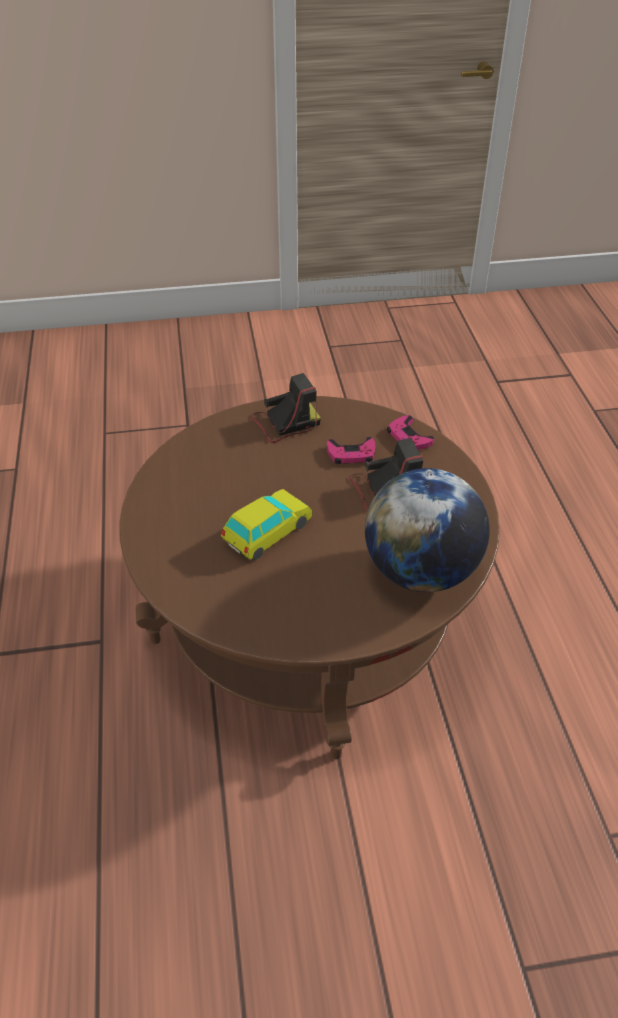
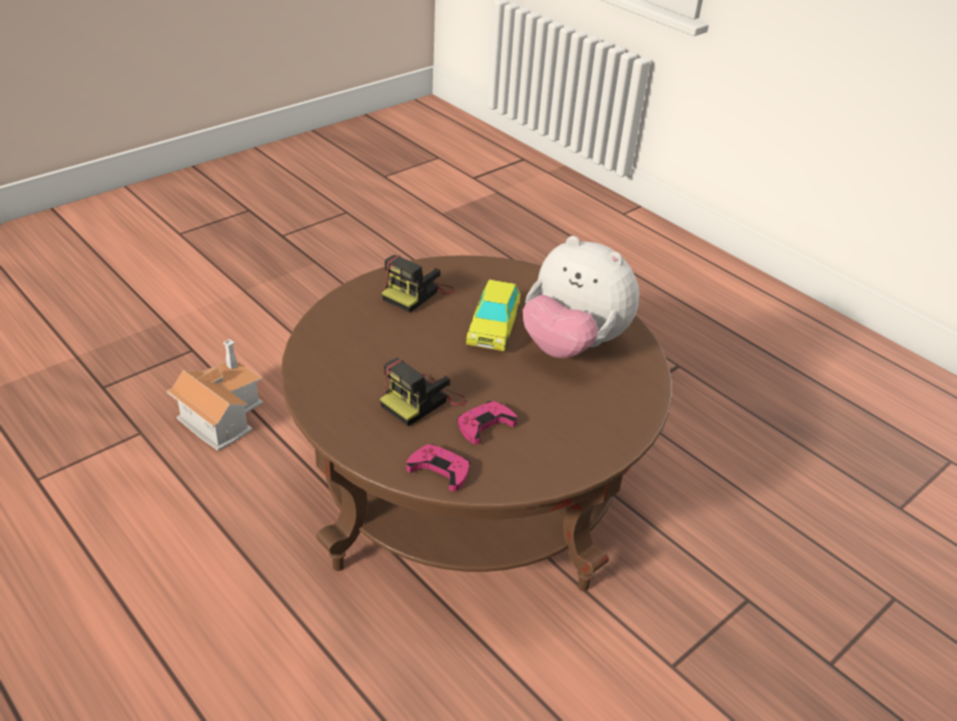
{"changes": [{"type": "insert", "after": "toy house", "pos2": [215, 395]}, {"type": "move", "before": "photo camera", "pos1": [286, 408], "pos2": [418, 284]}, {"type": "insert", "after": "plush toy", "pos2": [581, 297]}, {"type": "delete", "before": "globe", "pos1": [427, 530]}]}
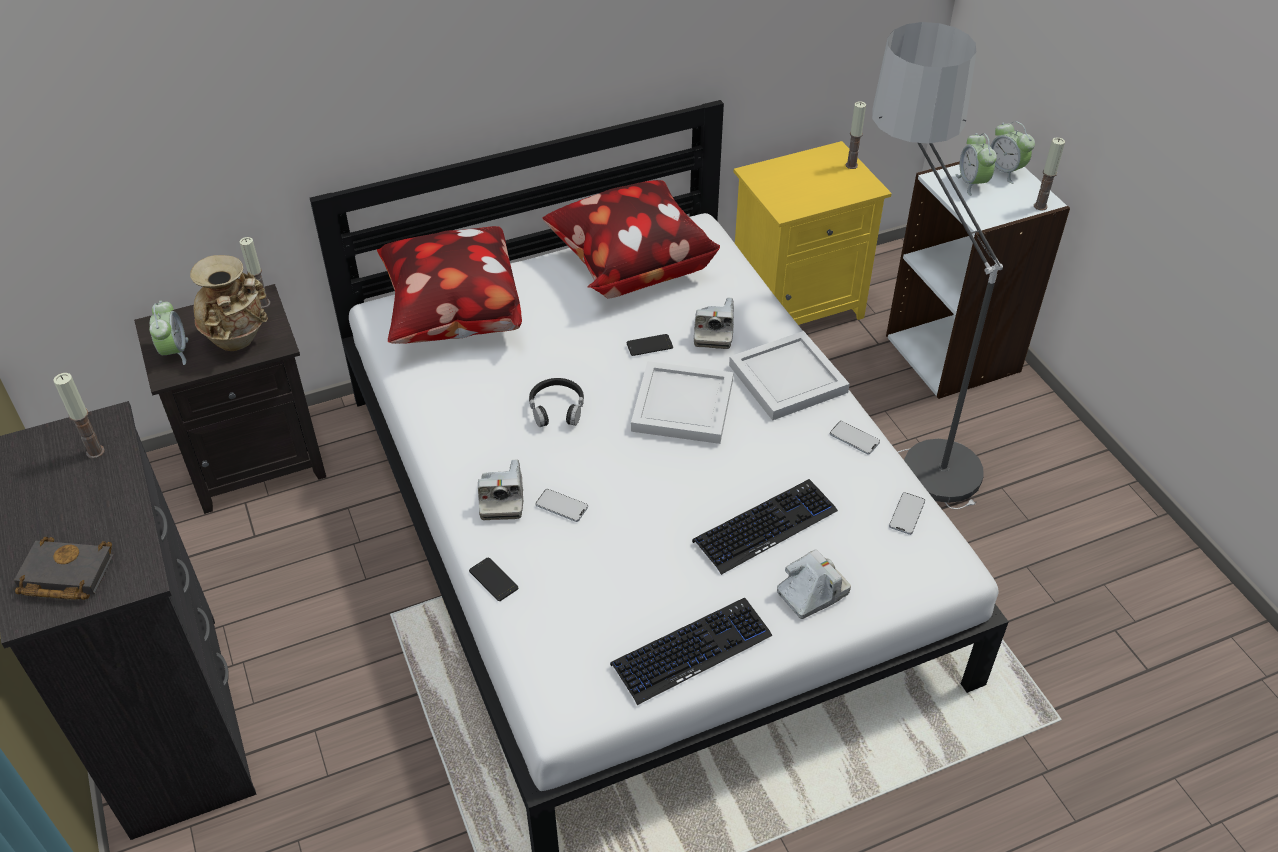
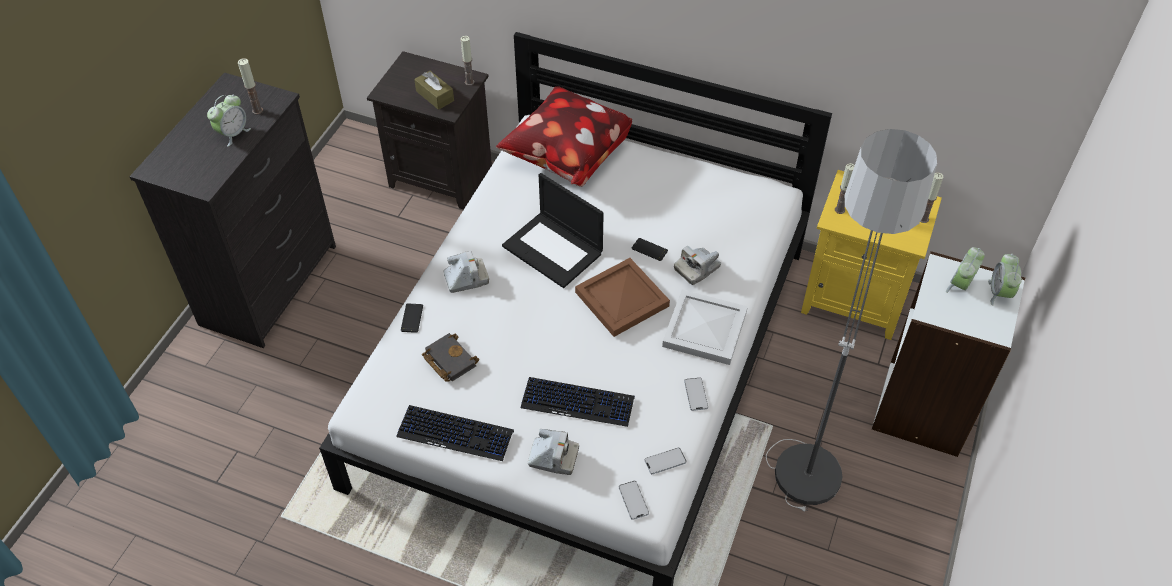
{"changes": [{"type": "move", "before": "alarm clock", "pos1": [168, 333], "pos2": [229, 121]}, {"type": "replace", "before": "beige vase", "after": "brown tissue box", "pos1": [229, 303], "pos2": [434, 90]}, {"type": "move", "before": "black book", "pos1": [64, 568], "pos2": [450, 357]}, {"type": "rotate", "before": "photo camera", "pos1": [500, 489], "pos2": [466, 272], "turn": -150}, {"type": "replace", "before": "black headphones", "after": "laptop", "pos1": [556, 402], "pos2": [553, 230]}, {"type": "recolor", "before": "white tray", "after": "brown tray", "pos1": [682, 402], "pos2": [622, 297]}, {"type": "move", "before": "phone", "pos1": [561, 505], "pos2": [634, 500]}, {"type": "move", "before": "candle", "pos1": [1049, 174], "pos2": [845, 188]}, {"type": "delete", "before": "pillow", "pos1": [631, 239]}]}
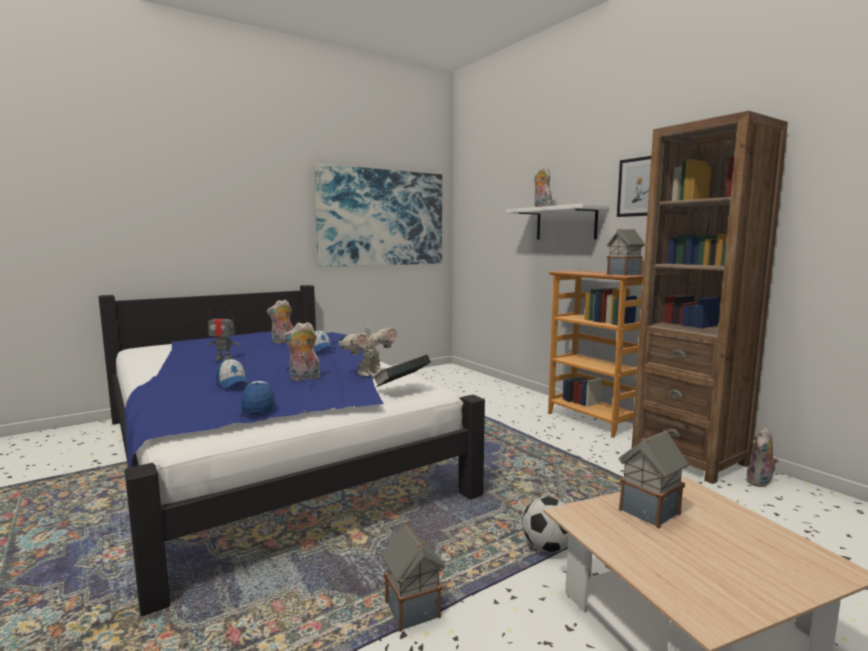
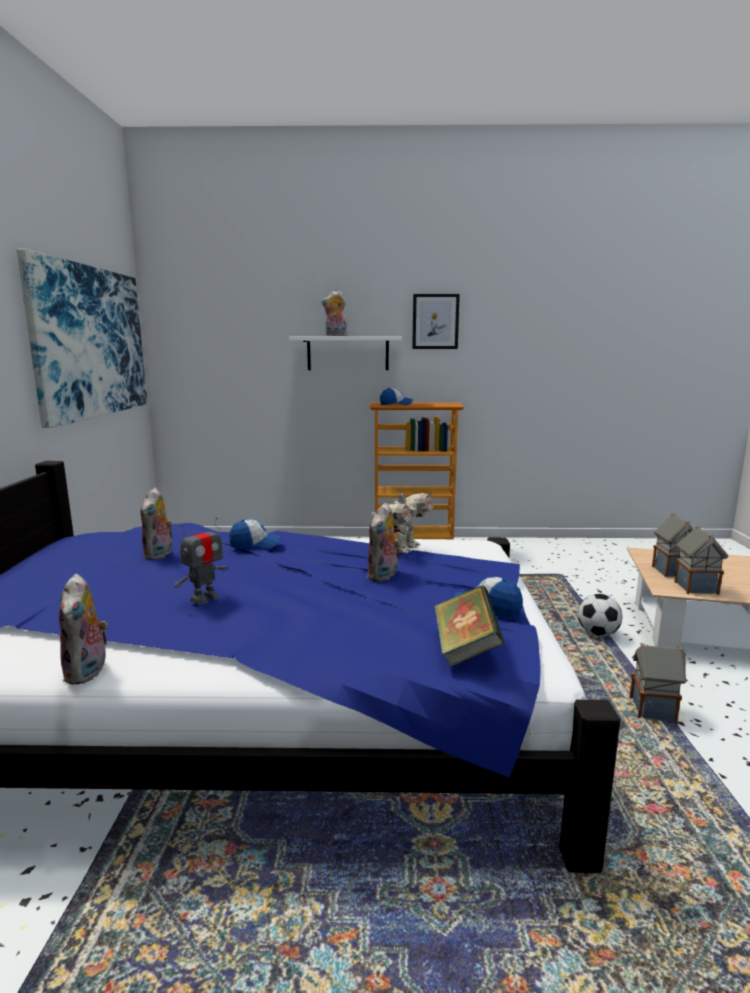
{"changes": [{"type": "move", "before": "plush toy", "pos1": [762, 457], "pos2": [84, 629]}, {"type": "rotate", "before": "toy robot", "pos1": [368, 350], "pos2": [403, 520], "turn": 45}, {"type": "move", "before": "cap", "pos1": [233, 373], "pos2": [396, 396]}, {"type": "move", "before": "book", "pos1": [401, 371], "pos2": [469, 626]}, {"type": "move", "before": "toy house", "pos1": [626, 252], "pos2": [701, 560]}, {"type": "delete", "before": "brown bookcase", "pos1": [710, 297]}]}
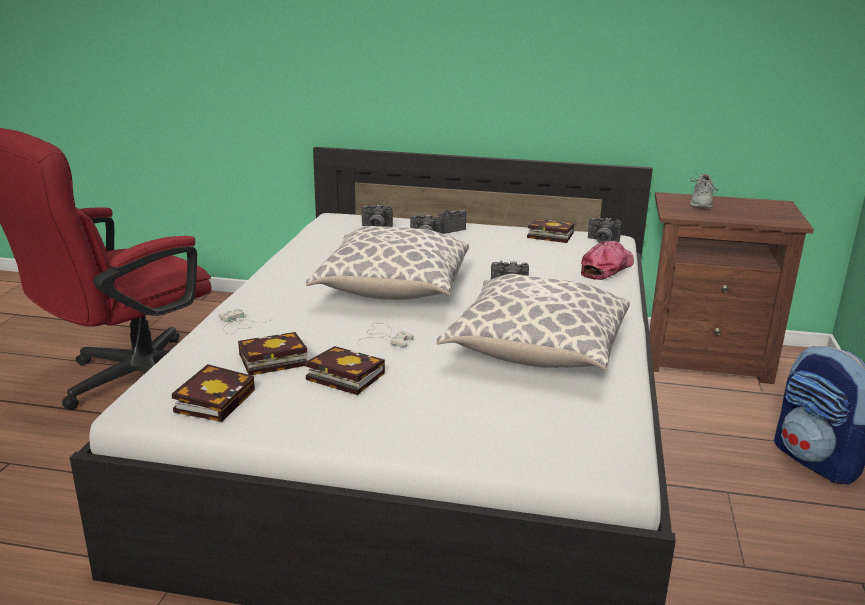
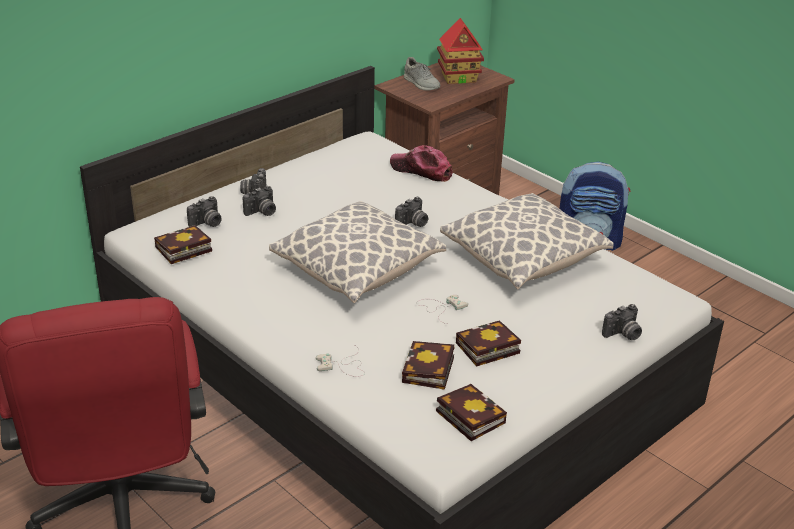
{"changes": [{"type": "move", "before": "book", "pos1": [550, 231], "pos2": [183, 244]}, {"type": "rotate", "before": "cap", "pos1": [607, 260], "pos2": [421, 163], "turn": -45}, {"type": "insert", "after": "toy house", "pos2": [460, 51]}, {"type": "move", "before": "photo camera", "pos1": [605, 230], "pos2": [622, 322]}]}
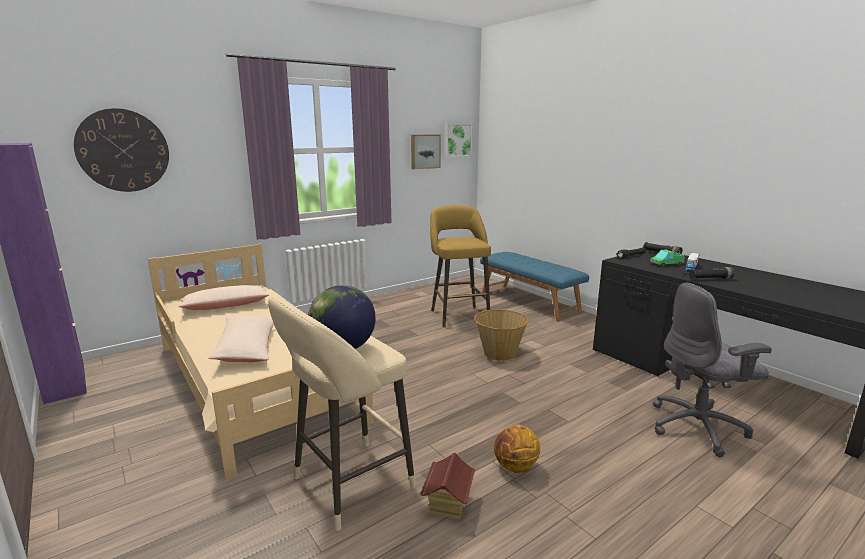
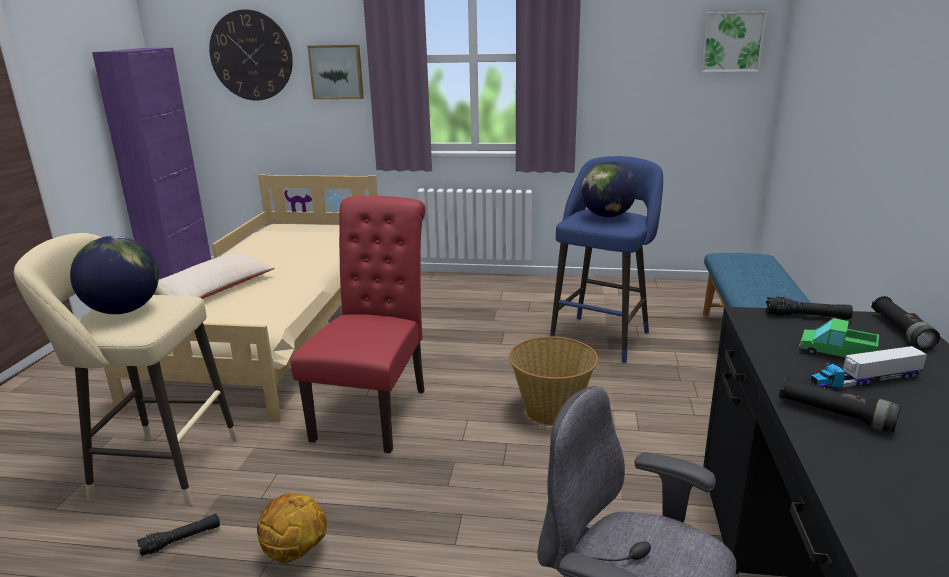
{"changes": [{"type": "replace", "before": "toy house", "after": "black flashlight", "pos1": [448, 486], "pos2": [178, 535]}, {"type": "insert", "after": "red chair", "pos2": [358, 324]}, {"type": "move", "before": "picture", "pos1": [426, 151], "pos2": [335, 72]}, {"type": "recolor", "before": "yellow stool", "after": "blue stool", "pos1": [460, 266], "pos2": [606, 259]}, {"type": "insert", "after": "globe", "pos2": [609, 189]}, {"type": "delete", "before": "beige pillow", "pos1": [223, 297]}]}
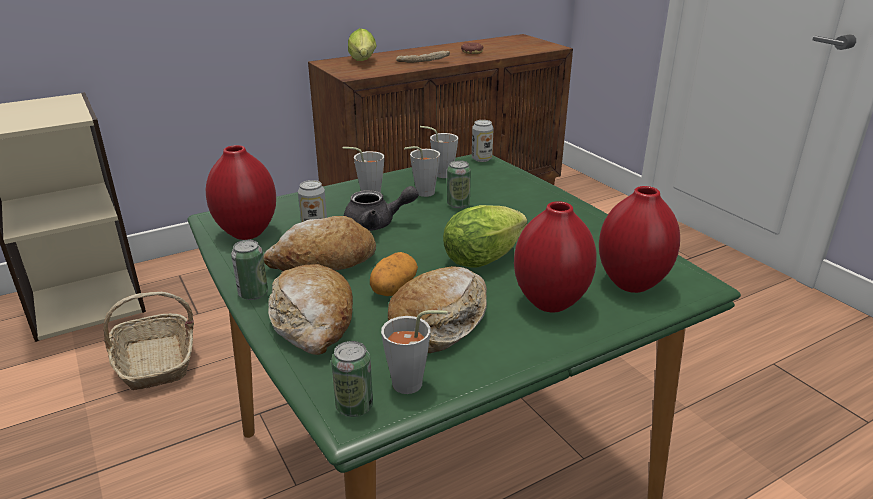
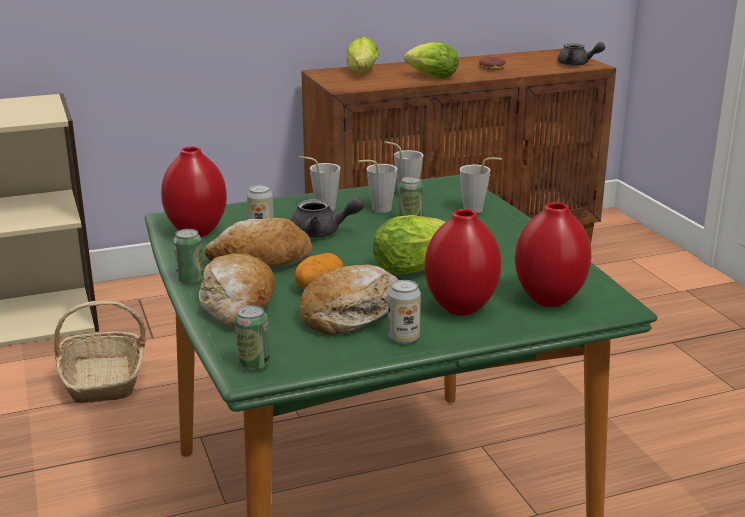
{"changes": [{"type": "move", "before": "can", "pos1": [483, 141], "pos2": [404, 312]}, {"type": "replace", "before": "bread", "after": "lettuce", "pos1": [423, 57], "pos2": [431, 60]}, {"type": "move", "before": "grey cup", "pos1": [414, 352], "pos2": [481, 185]}, {"type": "insert", "after": "grey teapot", "pos2": [581, 54]}]}
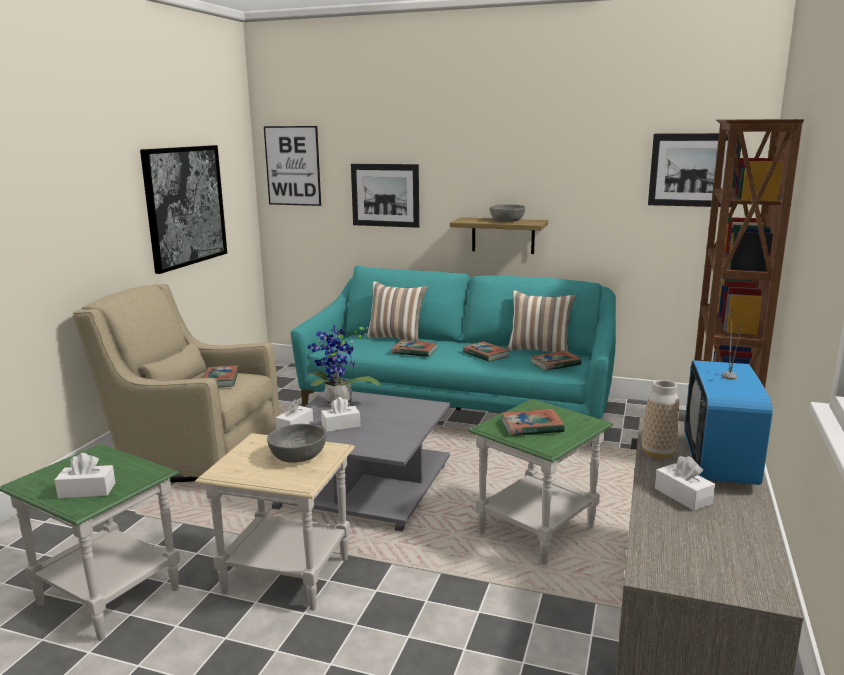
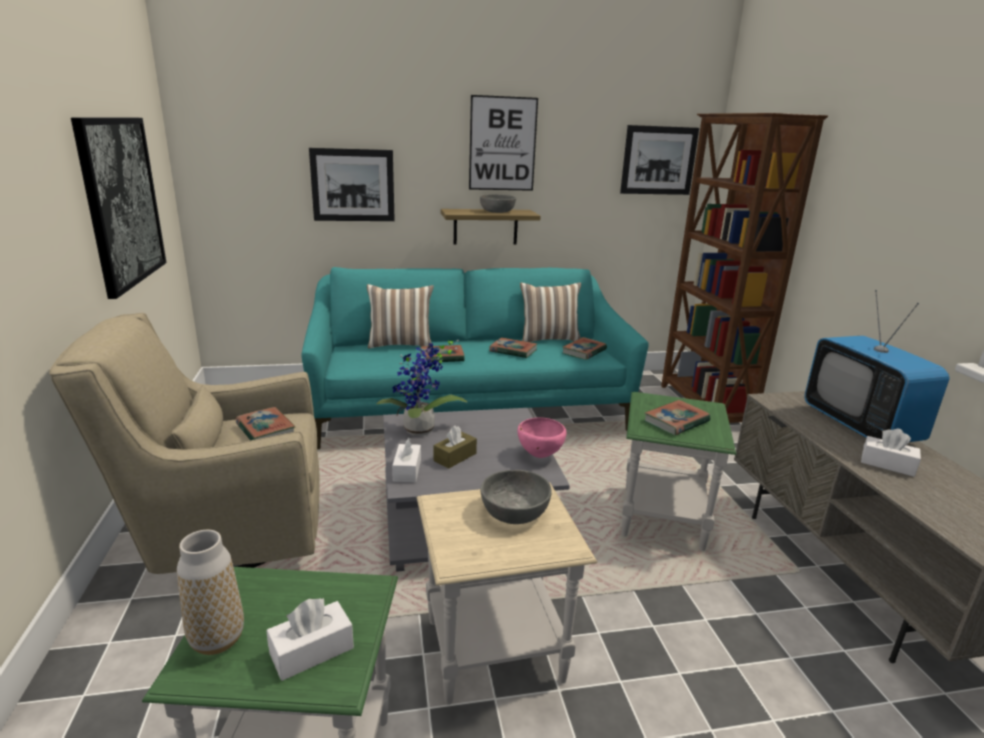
{"changes": [{"type": "move", "before": "vase", "pos1": [660, 419], "pos2": [210, 592]}, {"type": "recolor", "before": "white tissue box", "after": "brown tissue box", "pos1": [340, 414], "pos2": [455, 447]}, {"type": "move", "before": "picture", "pos1": [292, 166], "pos2": [503, 143]}, {"type": "insert", "after": "pink bowl", "pos2": [542, 438]}]}
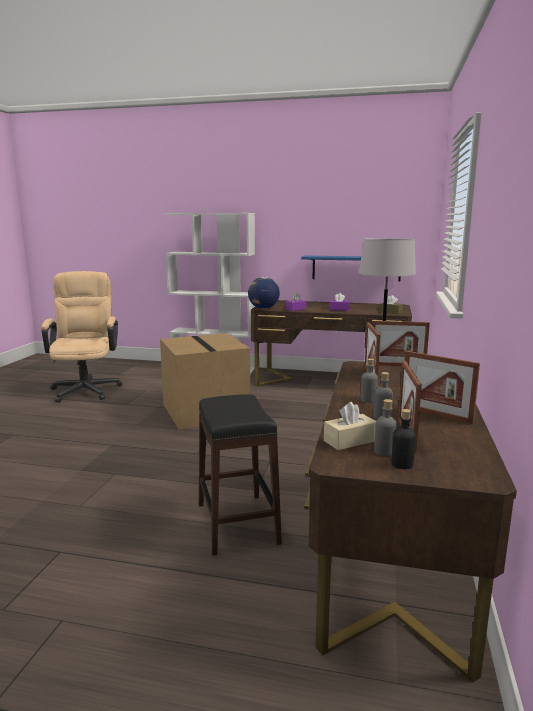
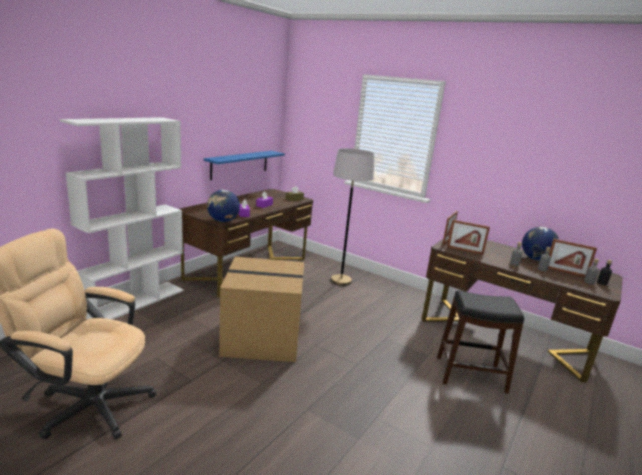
{"changes": [{"type": "replace", "before": "picture frame", "after": "globe", "pos1": [442, 387], "pos2": [540, 244]}, {"type": "delete", "before": "beige tissue box", "pos1": [350, 426]}]}
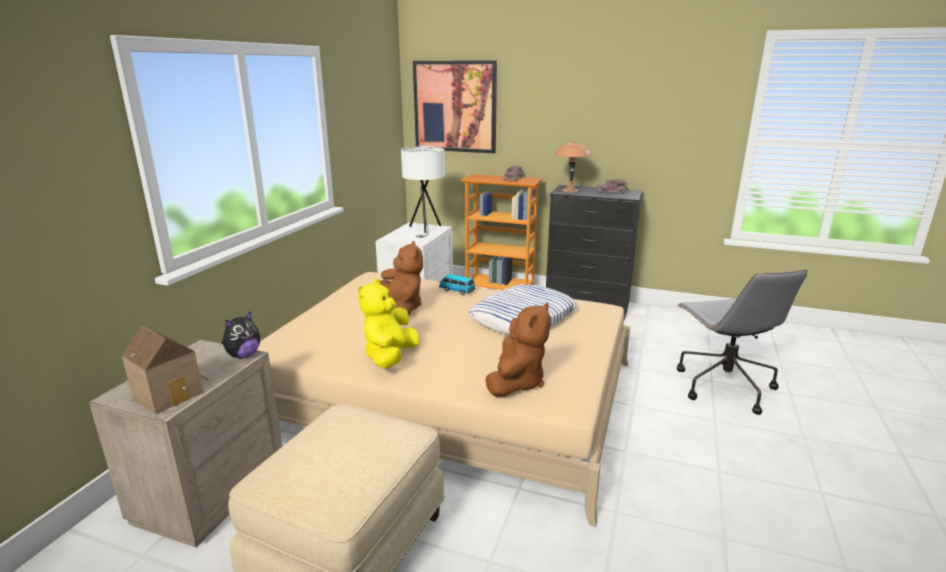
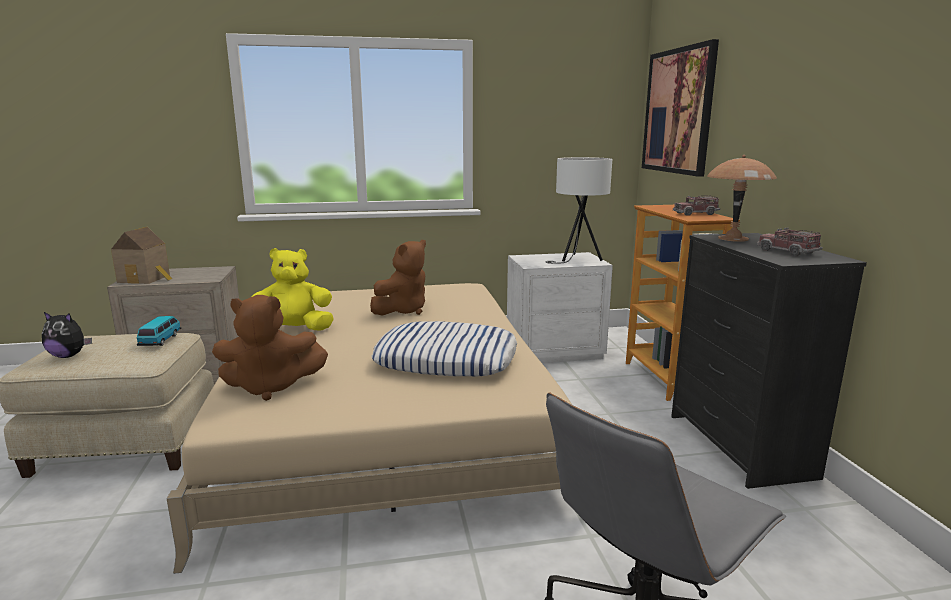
{"changes": [{"type": "move", "before": "plush toy", "pos1": [240, 334], "pos2": [67, 335]}, {"type": "move", "before": "toy car", "pos1": [457, 284], "pos2": [159, 331]}]}
